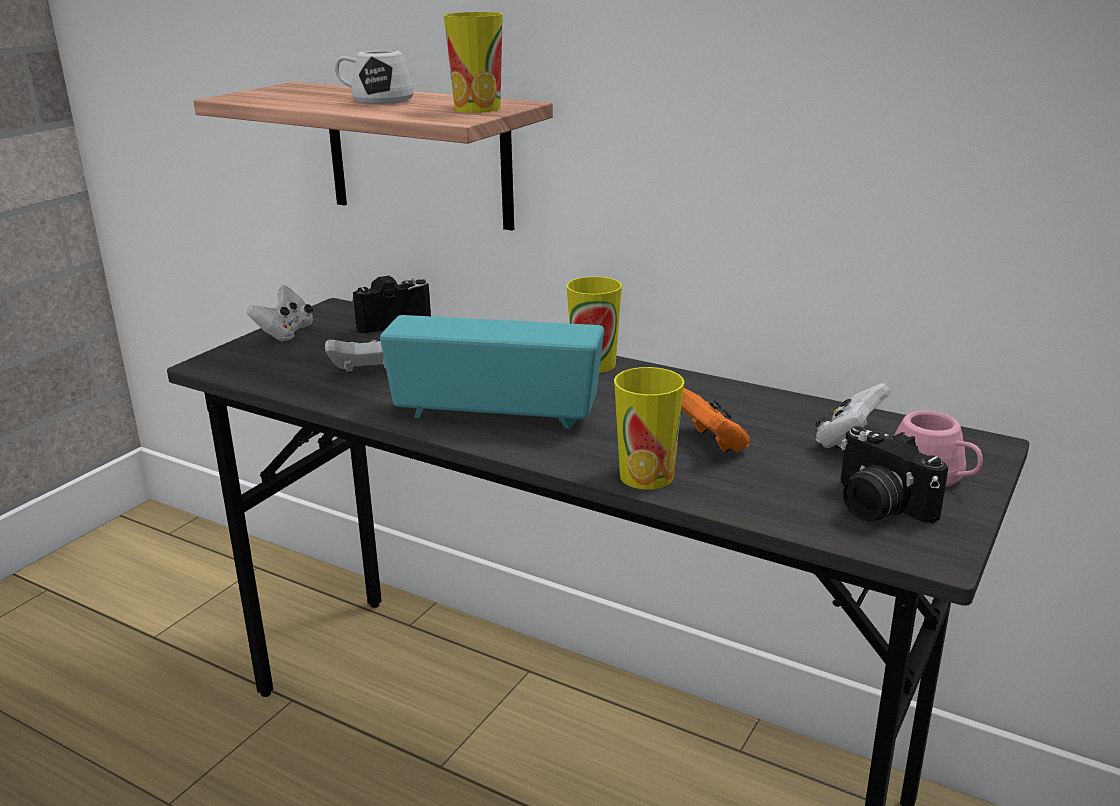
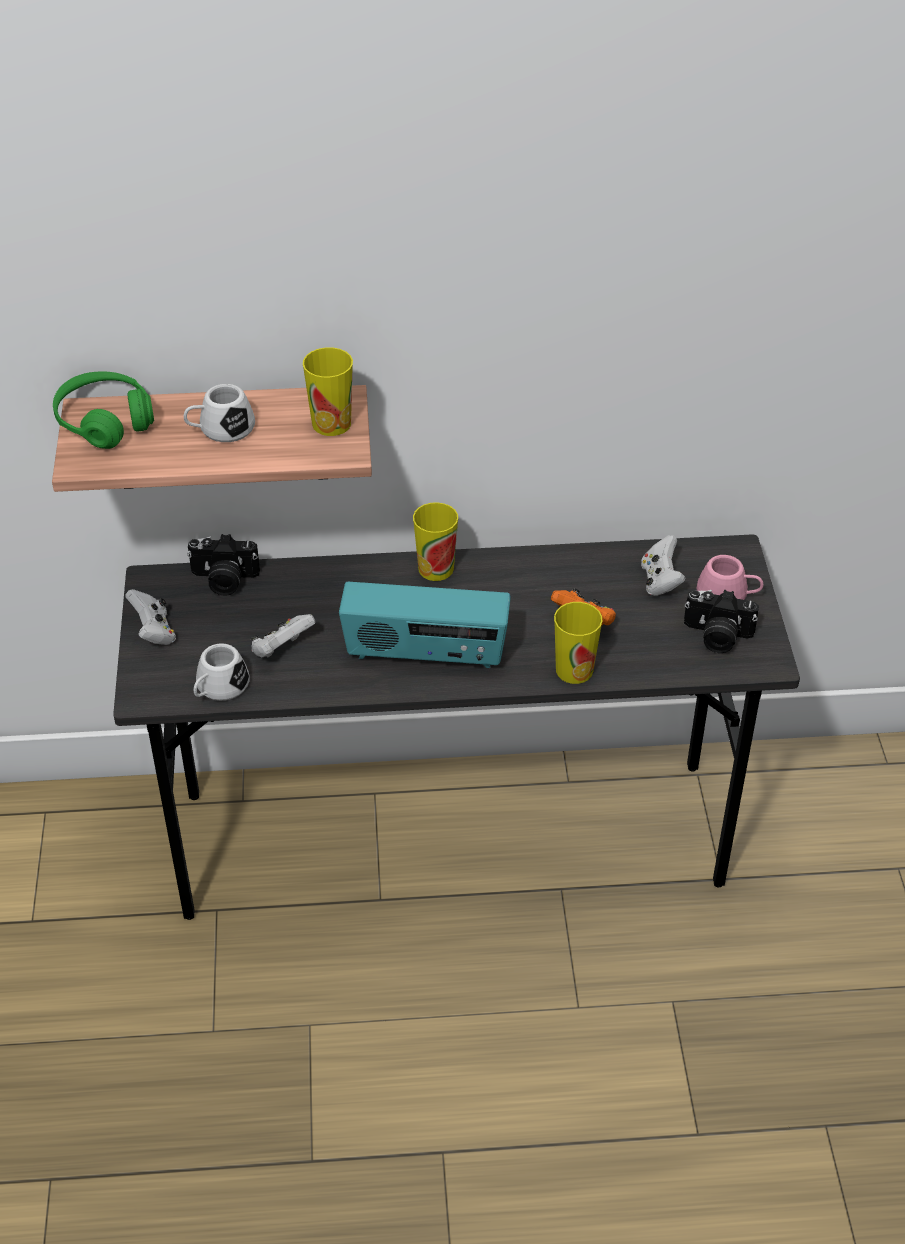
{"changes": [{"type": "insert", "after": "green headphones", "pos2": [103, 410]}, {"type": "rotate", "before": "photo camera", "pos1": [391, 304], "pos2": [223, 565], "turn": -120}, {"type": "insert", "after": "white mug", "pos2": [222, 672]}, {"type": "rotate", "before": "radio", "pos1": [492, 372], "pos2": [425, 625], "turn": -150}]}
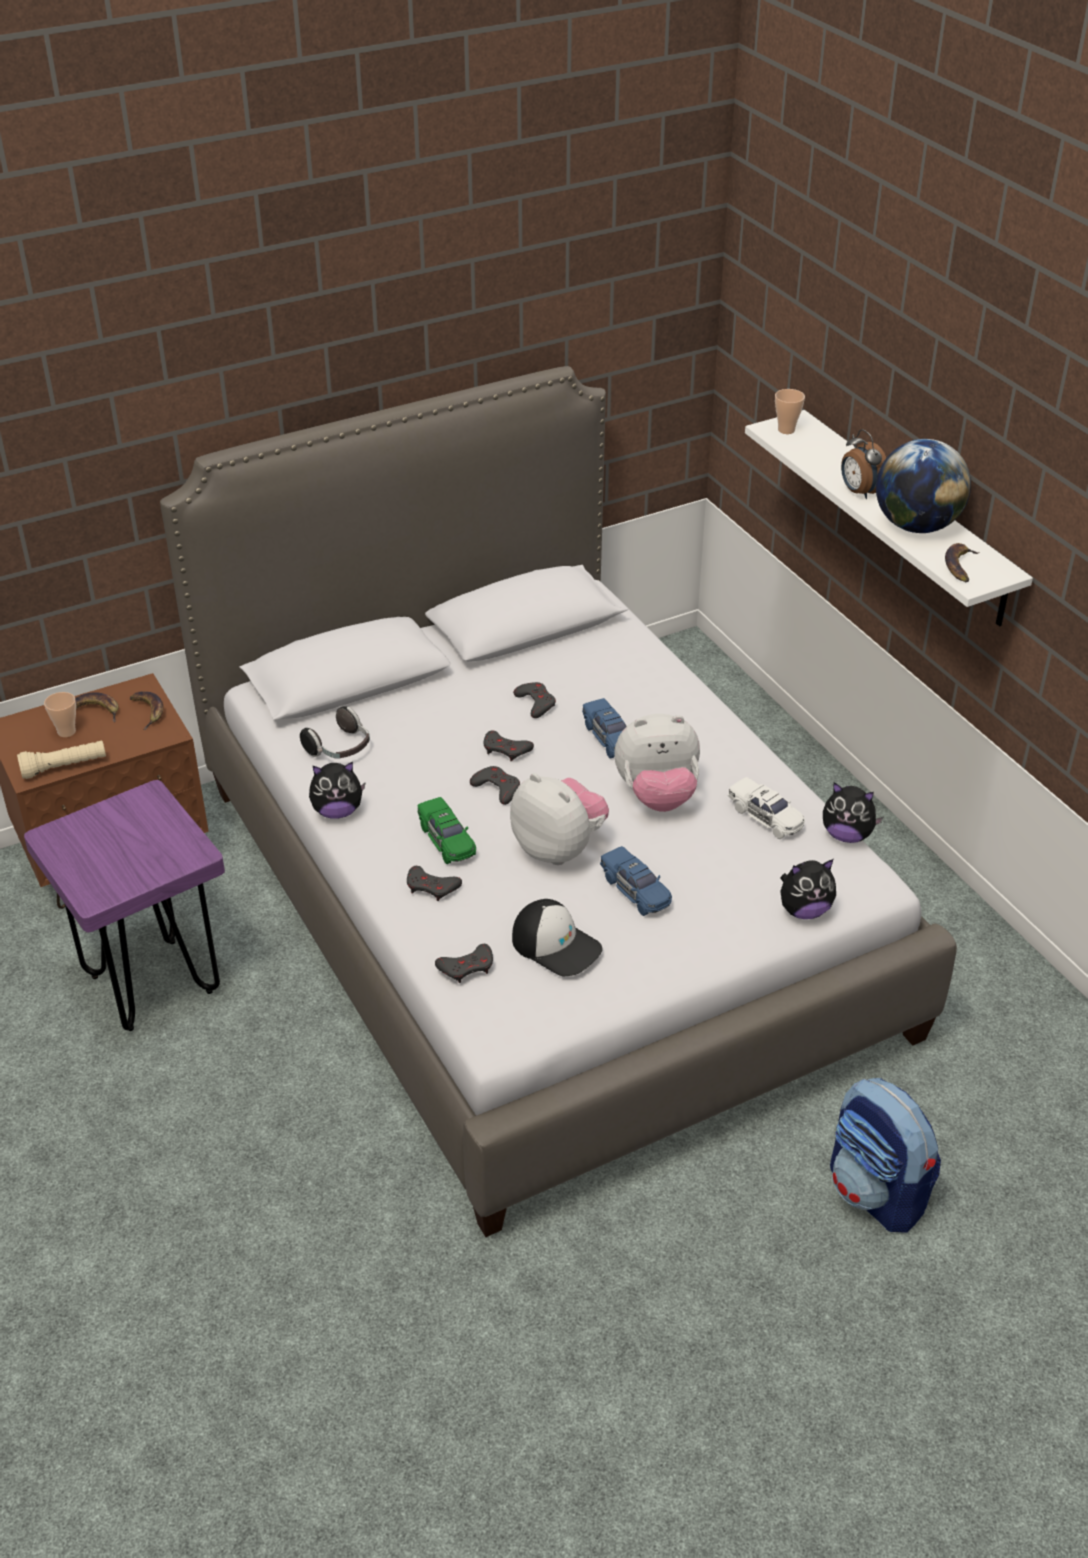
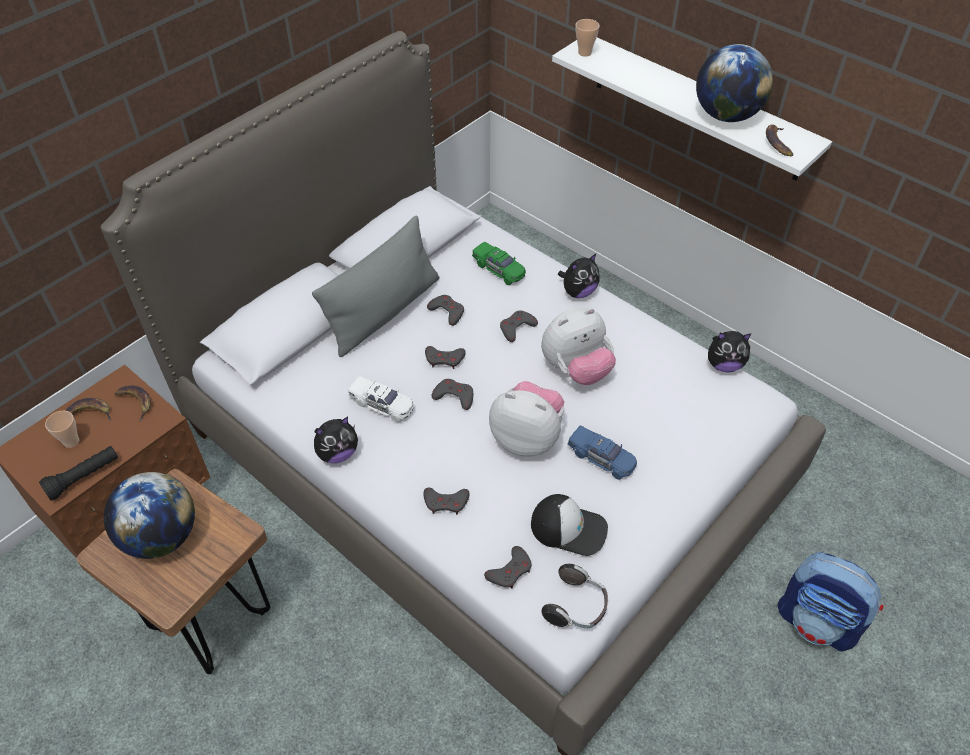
{"changes": [{"type": "recolor", "before": "beige flashlight", "after": "black flashlight", "pos1": [61, 760], "pos2": [78, 473]}, {"type": "recolor", "before": "purple stool", "after": "brown stool", "pos1": [124, 905], "pos2": [173, 571]}, {"type": "insert", "after": "globe", "pos2": [149, 515]}, {"type": "insert", "after": "grey pillow", "pos2": [375, 286]}, {"type": "move", "before": "white toy car", "pos1": [766, 808], "pos2": [381, 399]}, {"type": "move", "before": "green toy car", "pos1": [446, 830], "pos2": [499, 263]}, {"type": "replace", "before": "blue toy car", "after": "grey game controller", "pos1": [604, 728], "pos2": [519, 326]}, {"type": "move", "before": "headphones", "pos1": [335, 732], "pos2": [574, 596]}, {"type": "move", "before": "plush toy", "pos1": [808, 889], "pos2": [578, 276]}, {"type": "delete", "before": "alarm clock", "pos1": [863, 464]}]}
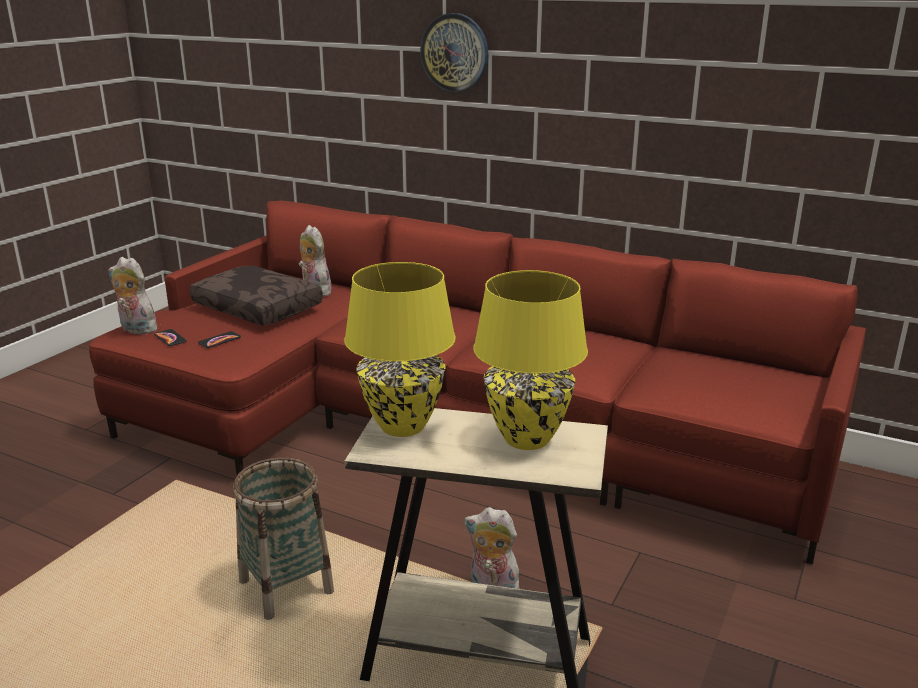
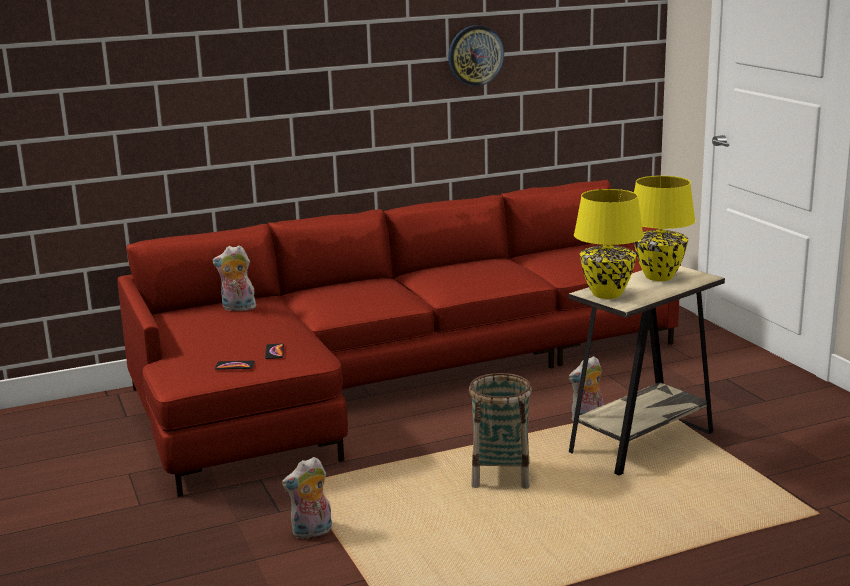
{"changes": [{"type": "move", "before": "plush toy", "pos1": [132, 295], "pos2": [307, 498]}, {"type": "move", "before": "wall clock", "pos1": [454, 52], "pos2": [476, 55]}, {"type": "delete", "before": "brown pillow", "pos1": [256, 296]}]}
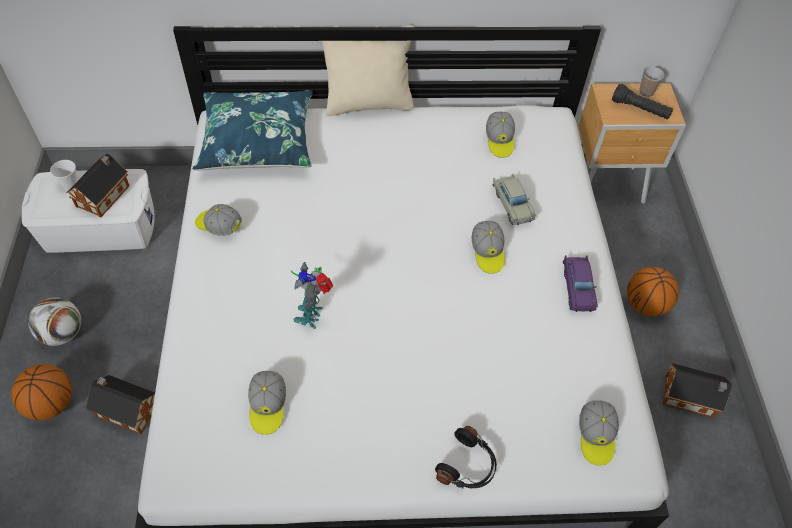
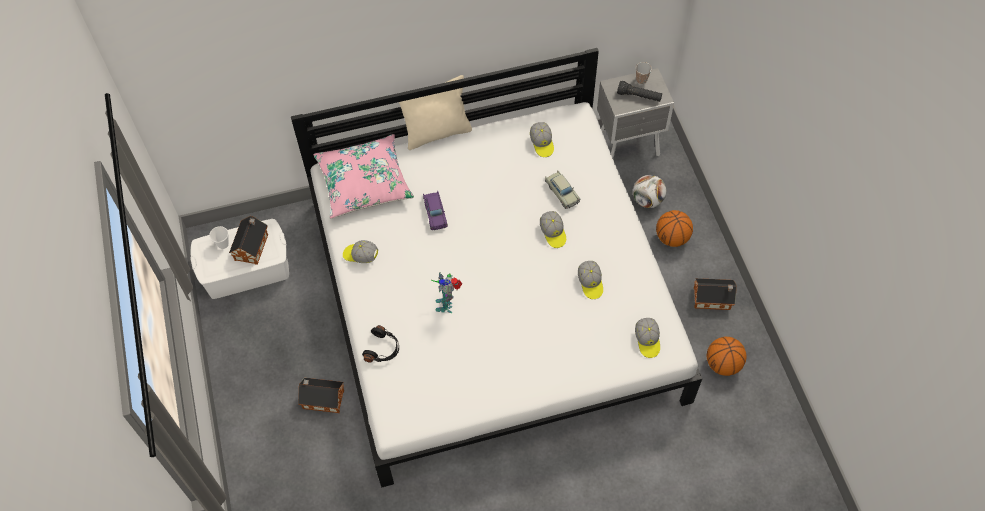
{"changes": [{"type": "recolor", "before": "blue pillow", "after": "pink pillow", "pos1": [253, 130], "pos2": [363, 176]}, {"type": "move", "before": "black headphones", "pos1": [466, 457], "pos2": [380, 344]}, {"type": "move", "before": "purple toy car", "pos1": [580, 283], "pos2": [435, 210]}, {"type": "move", "before": "cap", "pos1": [267, 403], "pos2": [590, 280]}, {"type": "recolor", "before": "brown nightstand", "after": "grey nightstand", "pos1": [632, 143], "pos2": [635, 113]}, {"type": "move", "before": "football", "pos1": [54, 321], "pos2": [649, 191]}, {"type": "move", "before": "basketball", "pos1": [41, 392], "pos2": [726, 356]}]}
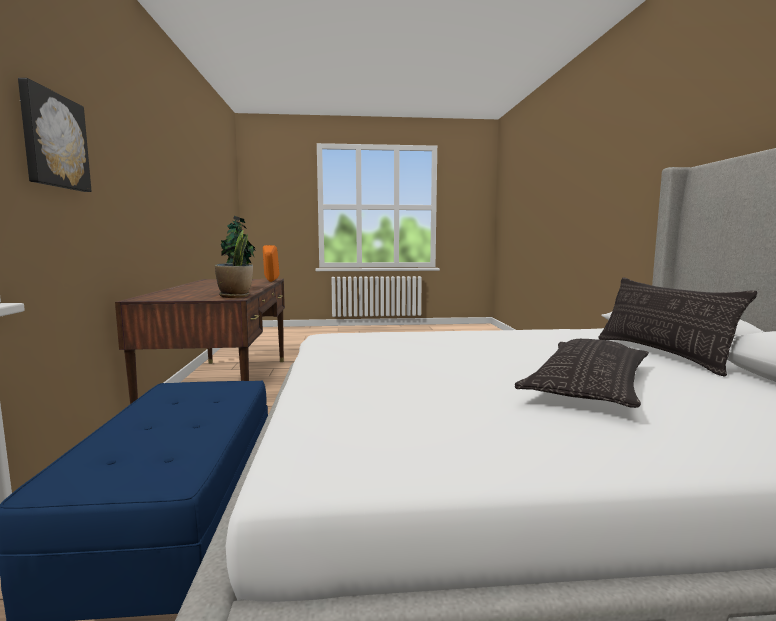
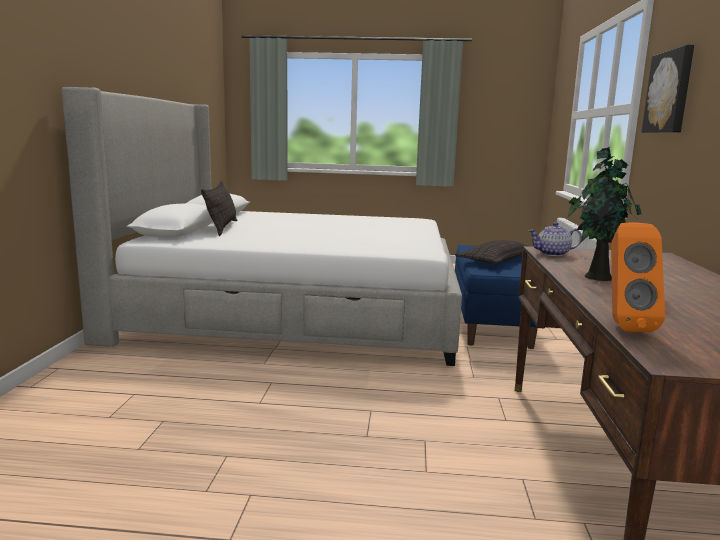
{"changes": [{"type": "move", "before": "pillow", "pos1": [582, 373], "pos2": [493, 251]}, {"type": "replace", "before": "potted plant", "after": "teapot", "pos1": [234, 264], "pos2": [555, 239]}]}
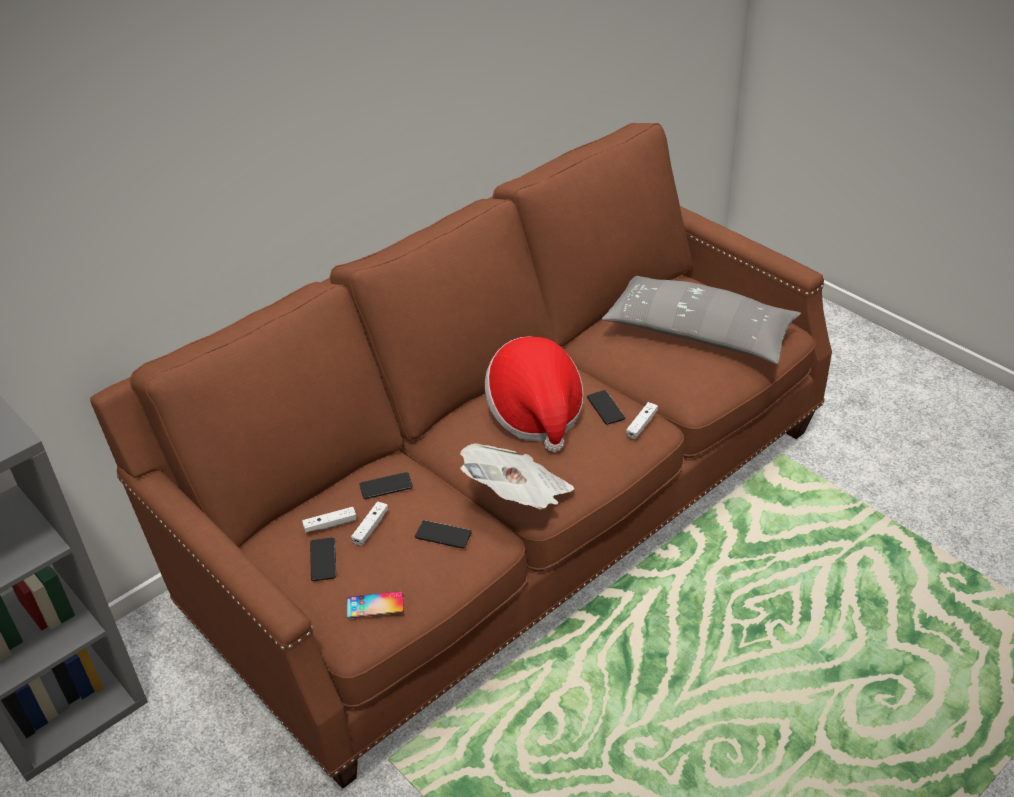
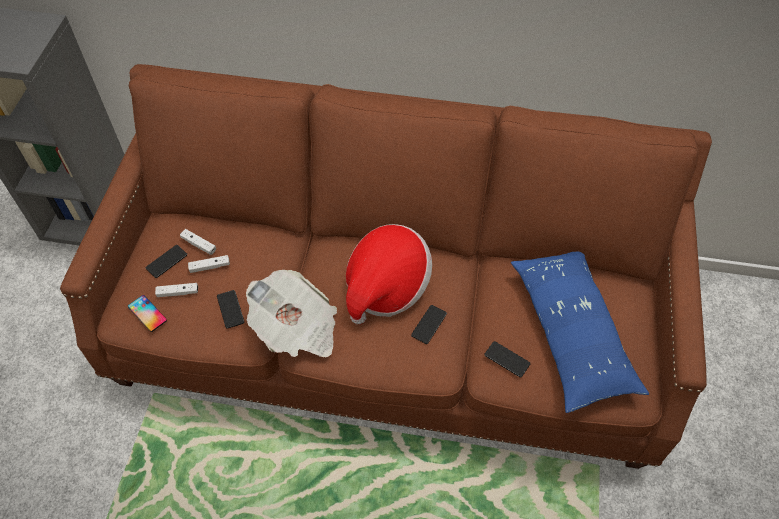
{"changes": [{"type": "move", "before": "white game controller", "pos1": [642, 420], "pos2": [176, 290]}, {"type": "move", "before": "phone", "pos1": [386, 485], "pos2": [507, 359]}, {"type": "recolor", "before": "grey pillow", "after": "blue pillow", "pos1": [701, 320], "pos2": [580, 332]}]}
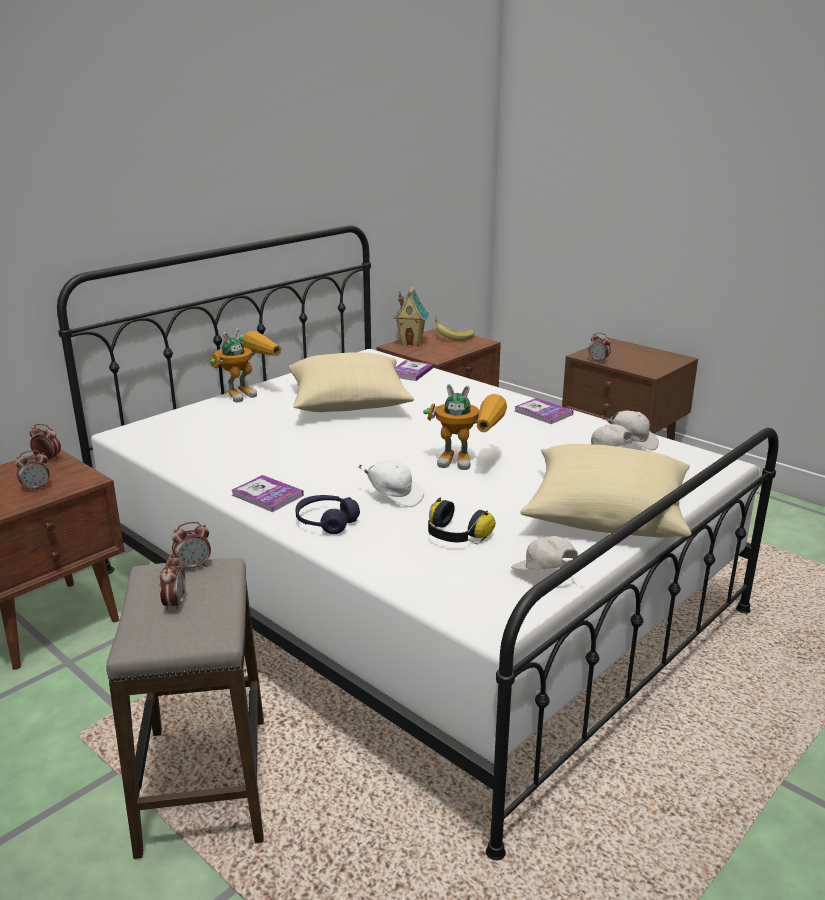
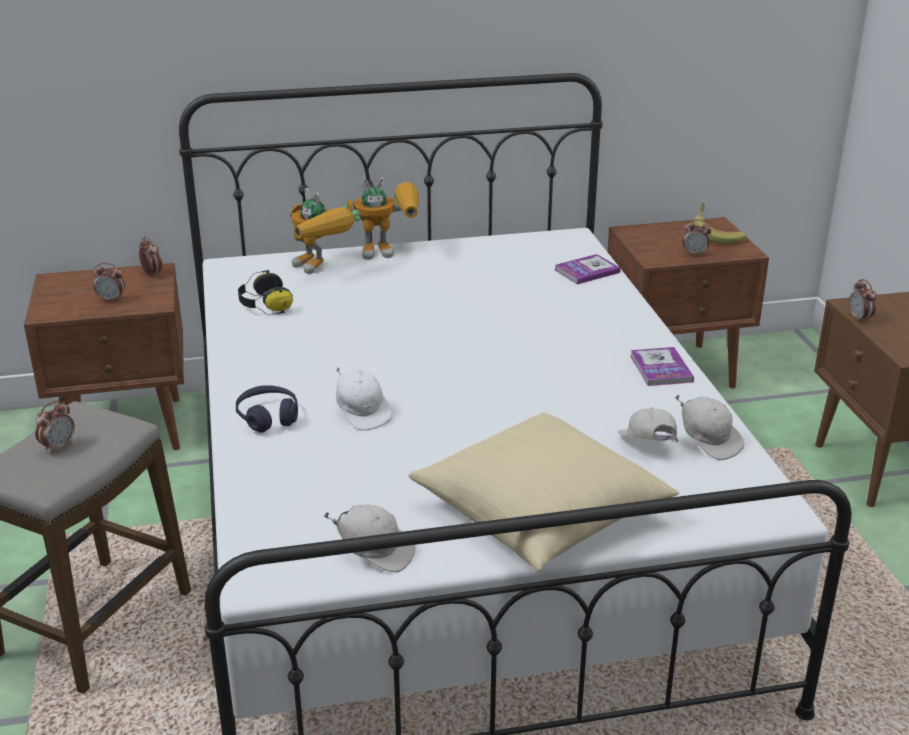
{"changes": [{"type": "move", "before": "headphones", "pos1": [461, 521], "pos2": [265, 292]}, {"type": "move", "before": "toy robot", "pos1": [465, 427], "pos2": [325, 231]}, {"type": "rotate", "before": "white cap", "pos1": [544, 553], "pos2": [369, 538], "turn": 120}, {"type": "move", "before": "alarm clock", "pos1": [191, 546], "pos2": [697, 238]}, {"type": "delete", "before": "book", "pos1": [268, 493]}, {"type": "delete", "before": "beige pillow", "pos1": [351, 382]}, {"type": "delete", "before": "toy house", "pos1": [411, 316]}]}
